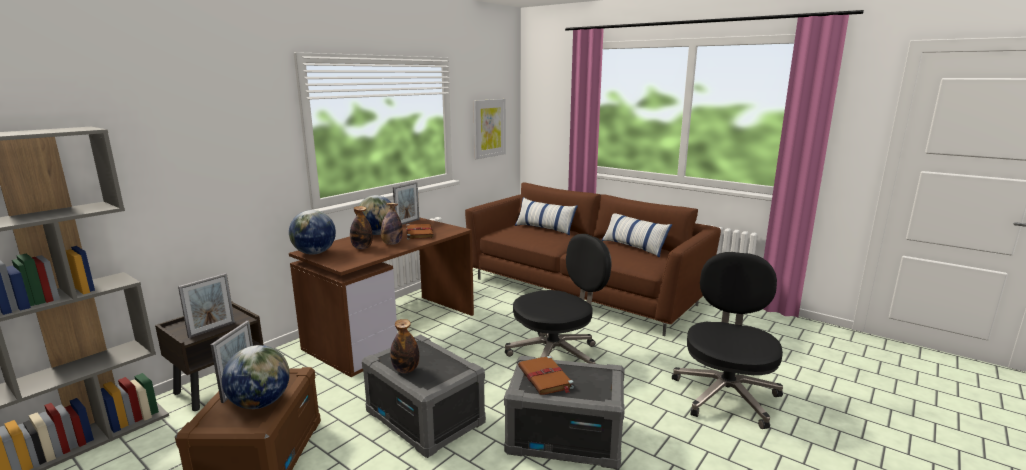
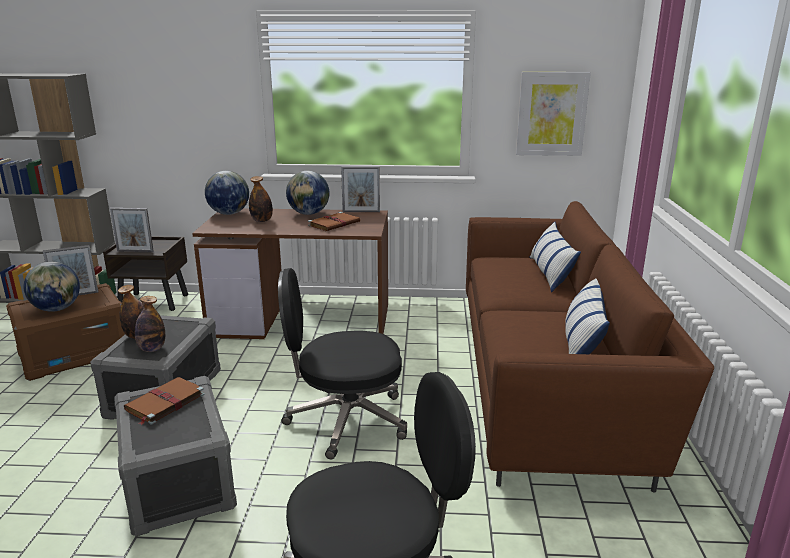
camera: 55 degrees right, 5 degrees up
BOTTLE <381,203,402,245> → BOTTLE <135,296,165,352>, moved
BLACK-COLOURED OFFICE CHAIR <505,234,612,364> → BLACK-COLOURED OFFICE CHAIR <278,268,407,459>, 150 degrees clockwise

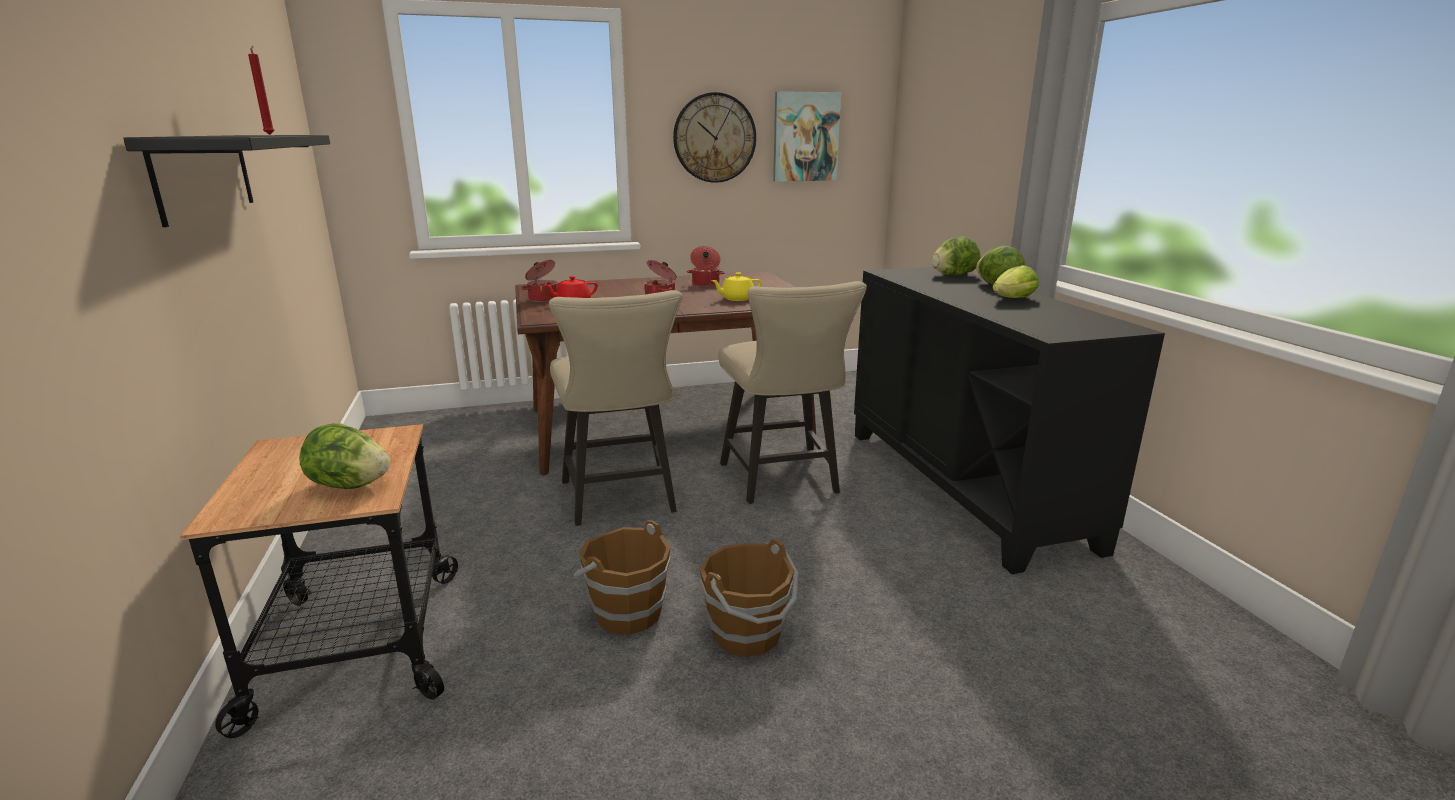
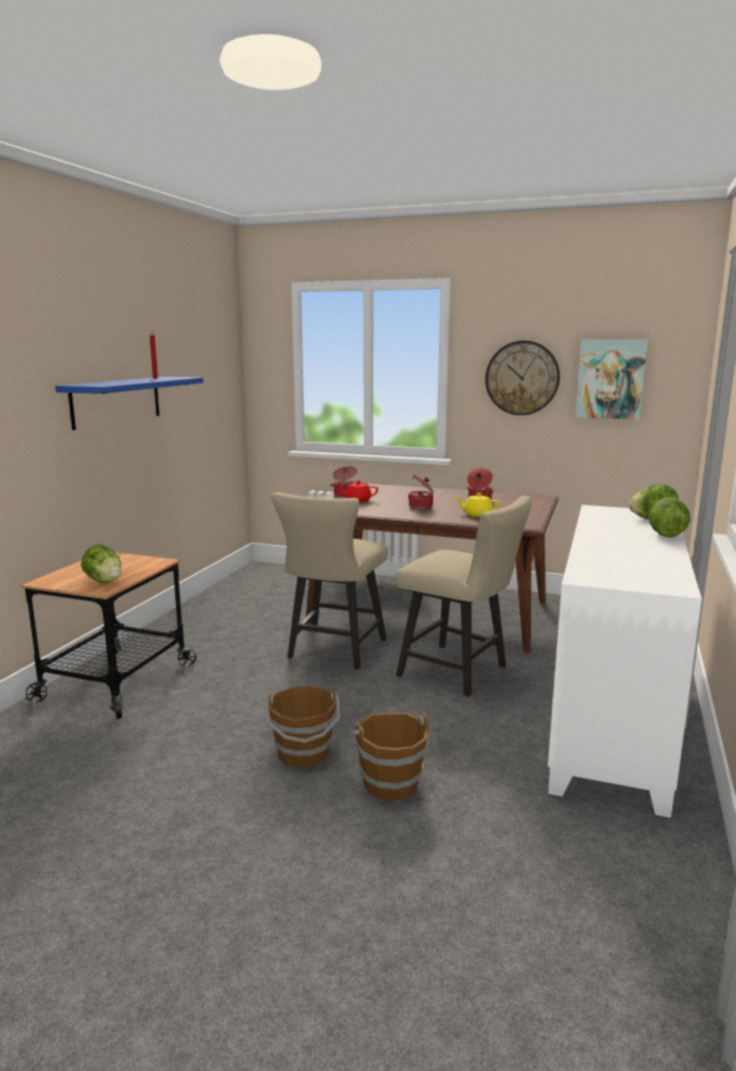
camera: 35 degrees right, 5 degrees down
BLACK-COLOURED BRACKET SHELF <123,135,330,227> → BLUISH BRACKET SHELF <55,377,203,430>
BROWN-COLOURED WATER BUCKET <574,520,671,634> → BROWN-COLOURED WATER BUCKET <349,712,429,801>, moved
SAND-COLOURED CHAIR <719,281,867,504> → SAND-COLOURED CHAIR <396,496,532,697>, 75 degrees counterclockwise
BLACK-COLOURED CABINET <854,267,1165,574> → WHITISH CABINET <548,505,702,818>
HEAD OF LETTUCE <992,265,1039,298> → -

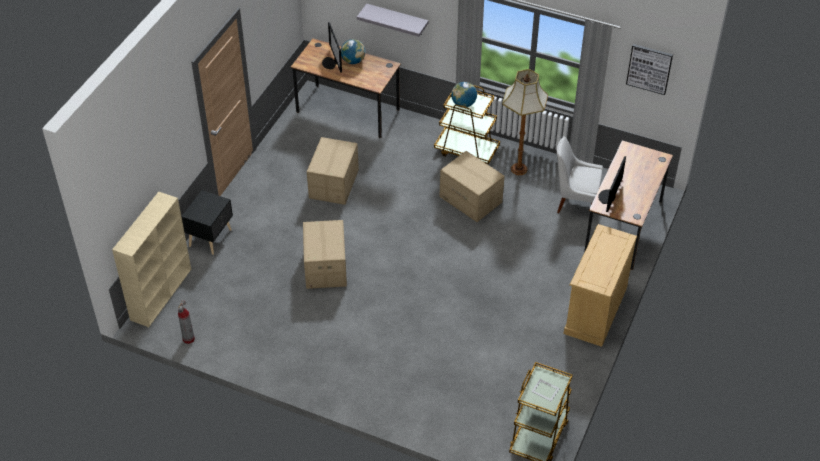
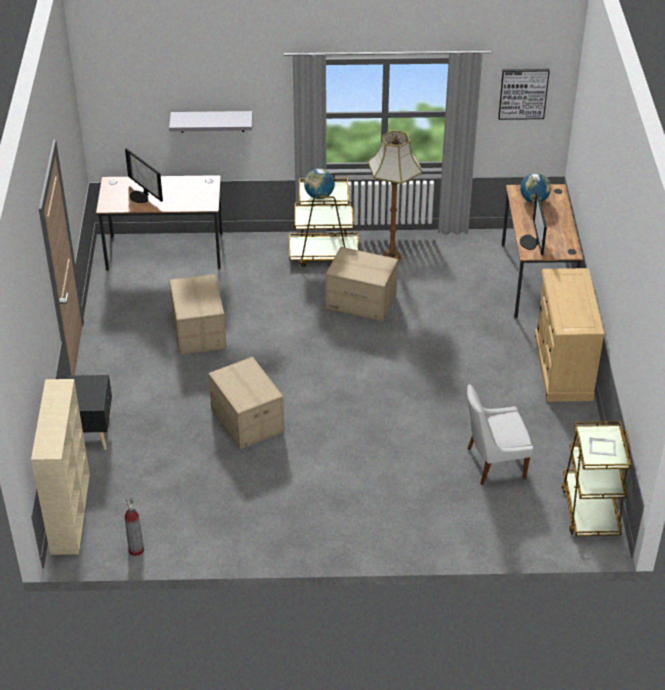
camera: 25 degrees left, 5 degrees down
WORLD GLOBE <341,39,365,64> → WORLD GLOBE <520,173,551,203>, moved
WHITISH CHAIR <557,136,603,213> → WHITISH CHAIR <467,384,533,485>, moved

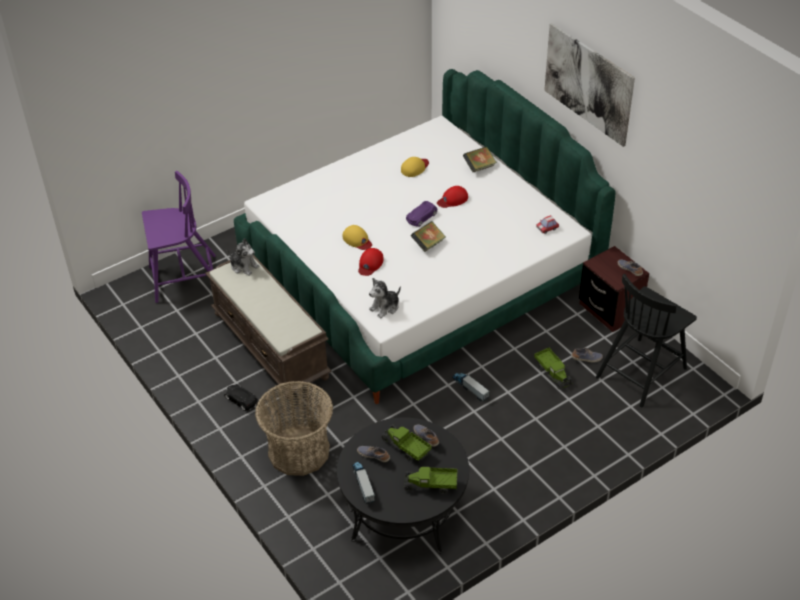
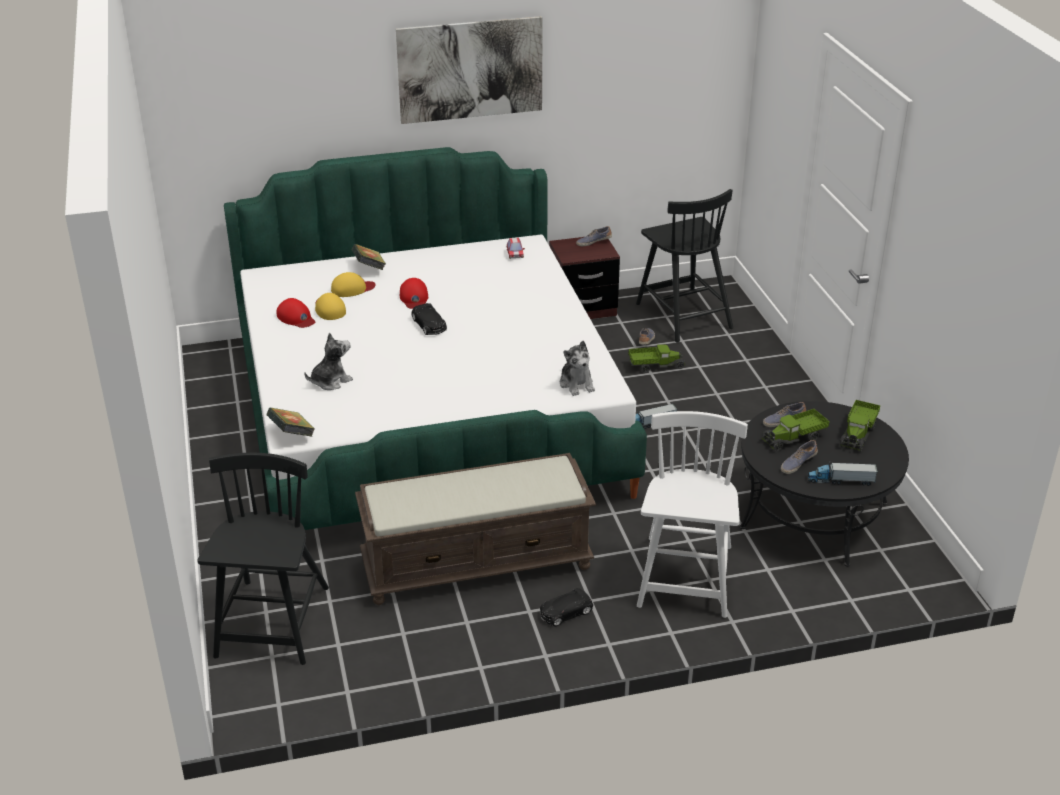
camera: 70 degrees left, 10 degrees down
PURPLISH CHAIR <142,171,216,303> → BLACK-COLOURED CHAIR <197,453,329,665>
CUDDLY TOY <227,238,259,276> → CUDDLY TOY <304,332,353,390>, moved
HOUSEHOLD BASKET <255,381,333,476> → WHITISH CHAIR <637,411,748,618>
YELLOW BASEBALL CAP <343,225,372,250> → YELLOW BASEBALL CAP <331,272,376,297>, moved
RED BASEBALL CAP <358,248,384,276> → RED BASEBALL CAP <276,298,315,328>, moved
PURPLISH MODEL CAR <406,201,437,227> → BLACK-COLOURED MODEL CAR <411,303,447,335>
BOOK <411,221,446,252> → BOOK <267,408,315,437>, moved

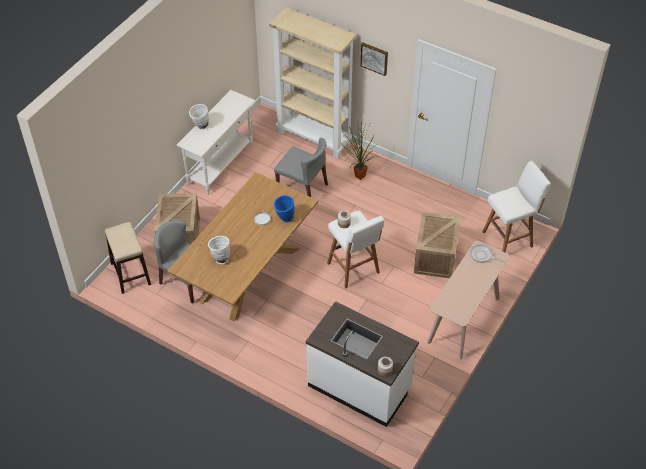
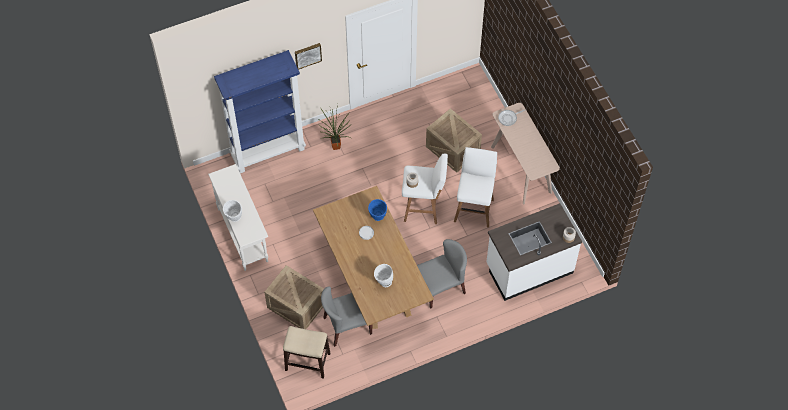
camera: 55 degrees left, 10 degrees up
SAND-COLOURED BOOKCASE <269,7,357,158> → BLUISH BOOKCASE <214,50,306,173>
GREYISH CHAIR <274,138,328,197> → GREYISH CHAIR <417,239,467,309>, moved
WHITISH SITTING STOOL <482,161,551,252> → WHITISH SITTING STOOL <454,147,497,228>, moved

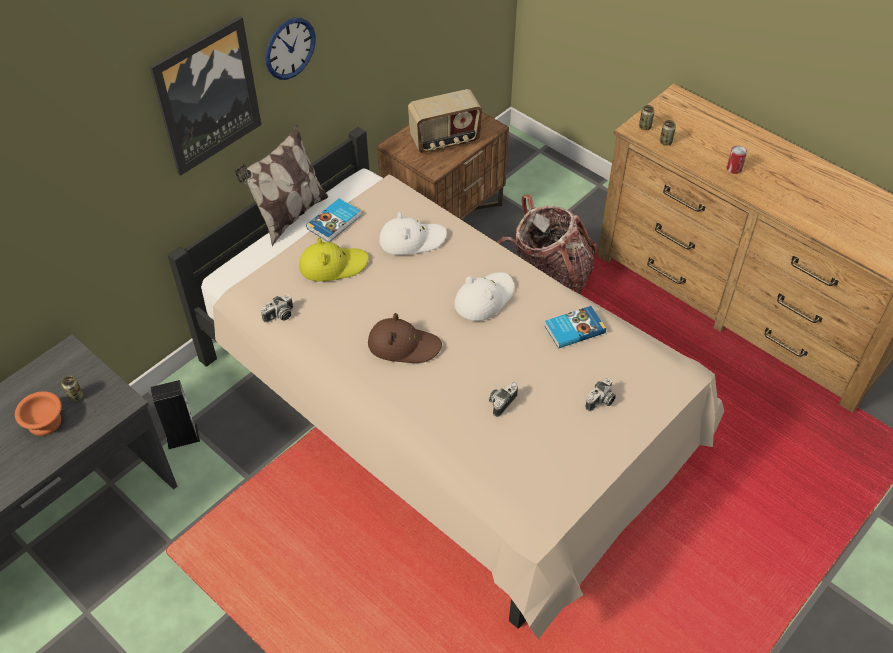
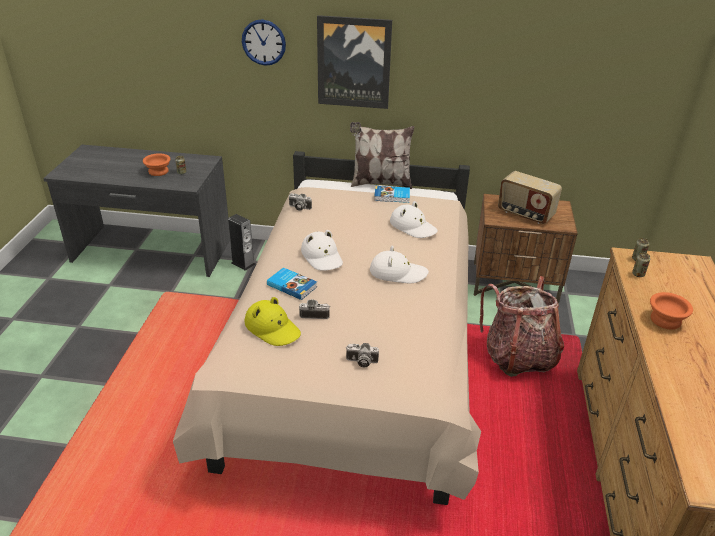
camera: 55 degrees right, 15 degrees down
WALL CLOCK <265,18,316,80> → WALL CLOCK <242,19,286,66>, moved
YELLOW CLOTHING HAT <299,237,369,281> → YELLOW CLOTHING HAT <244,297,301,346>, moved
BROWN-COLOURED CLOTHING HAT <368,313,442,363> → WHITISH CLOTHING HAT <301,230,343,271>
BOOK <544,306,606,349> → BOOK <267,267,317,300>, moved
METAL CAN <727,146,747,174> → ORANGE DEEP DISH <650,292,693,330>

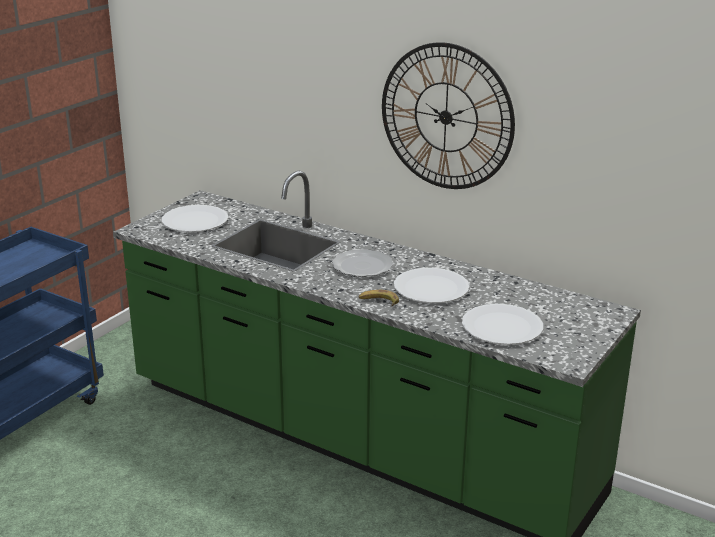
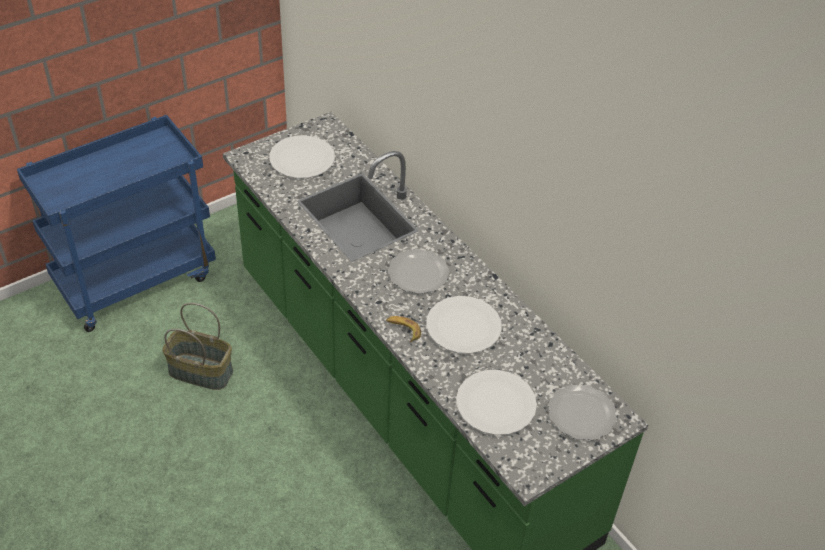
camera: 20 degrees right, 20 degrees up
WALL CLOCK <382,42,515,189> → -
- → HOUSEHOLD BASKET <162,303,233,390>
- → PLATE <548,385,617,440>

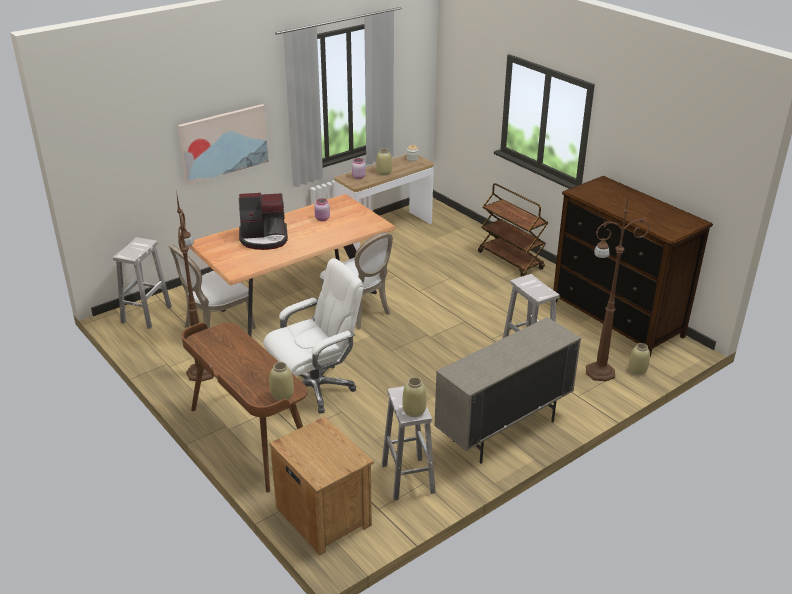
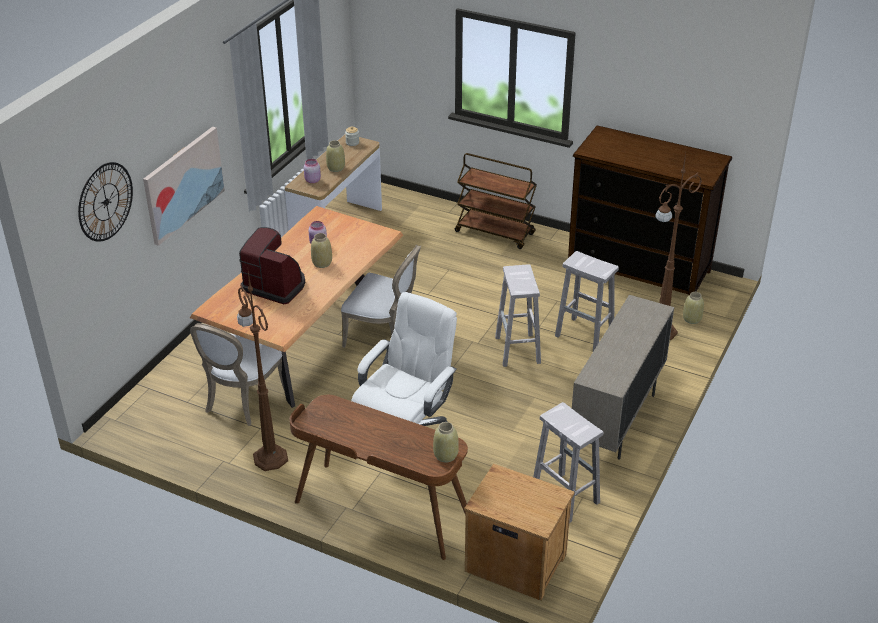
camera: 25 degrees left, 5 degrees up
WHITISH SITTING STOOL <113,237,172,329> → WHITISH SITTING STOOL <495,264,541,367>, moved
COFFEE MACHINE <239,193,288,250> → COFFEE MACHINE <239,227,305,304>, 120 degrees counterclockwise
SAND-COLOURED FLOWER VASE <402,377,427,417> → SAND-COLOURED FLOWER VASE <311,233,332,268>, moved
- → WALL CLOCK <78,162,133,242>

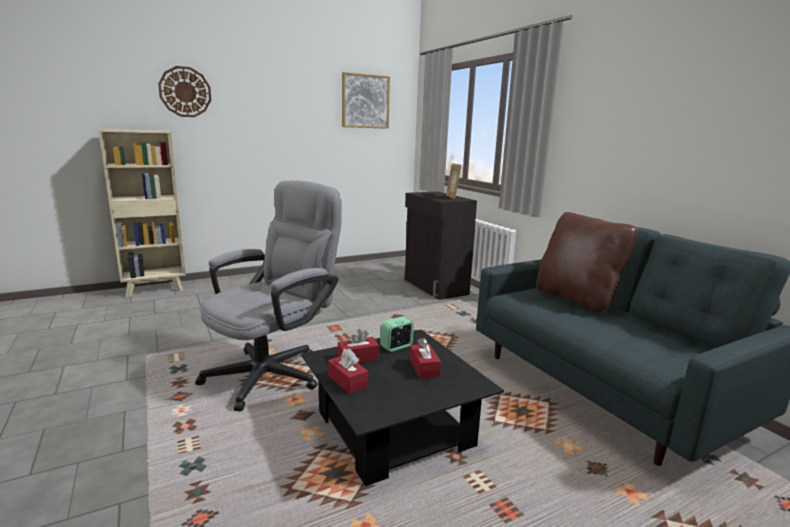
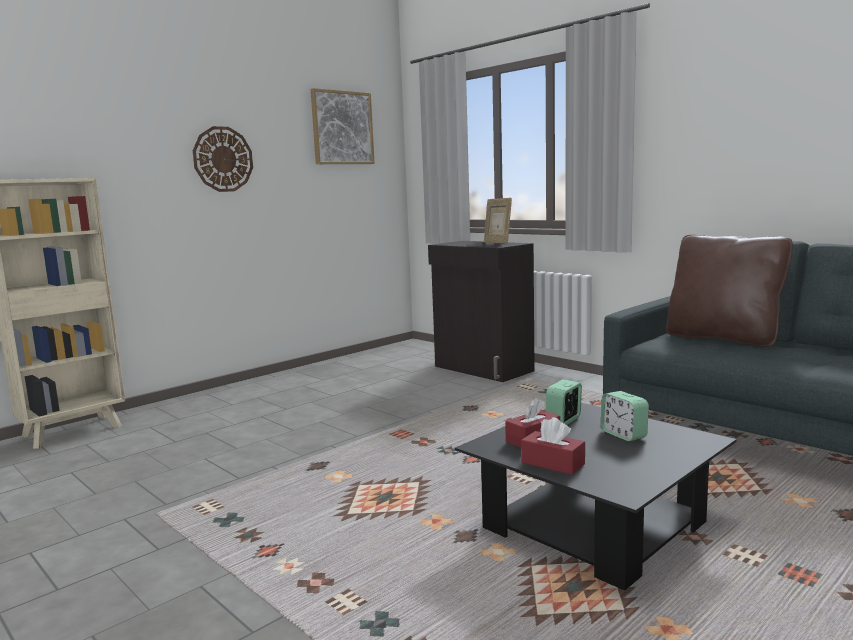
camera: 15 degrees left, 5 degrees down
WALL CLOCK <158,66,211,117> → WALL CLOCK <193,126,253,192>, moved
GREYISH OFFICE CHAIR <195,180,342,411> → -
RED TISSUE BOX <410,337,441,379> → ALARM CLOCK <601,391,649,441>

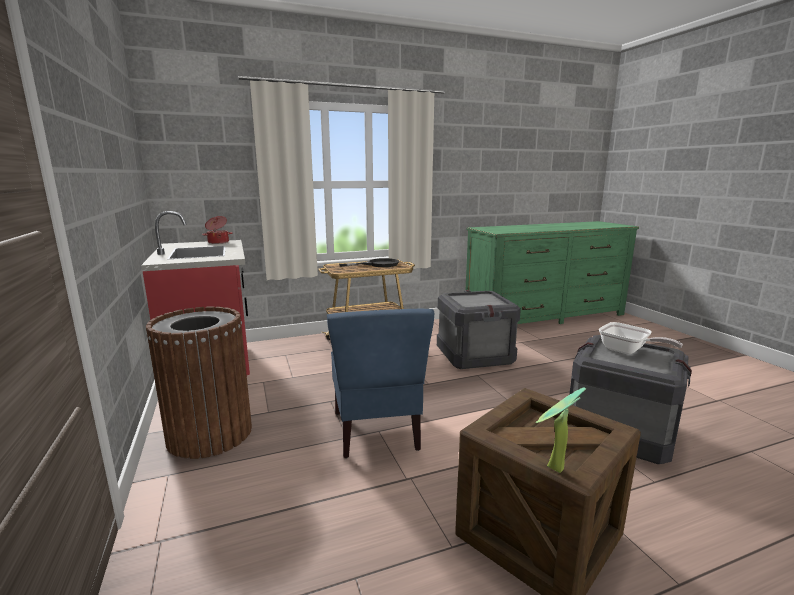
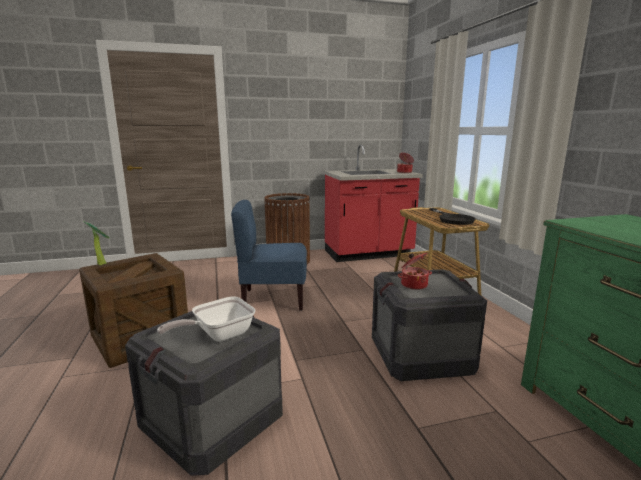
camera: 95 degrees right, 0 degrees up
- → SAUCEPOT <398,253,432,290>

